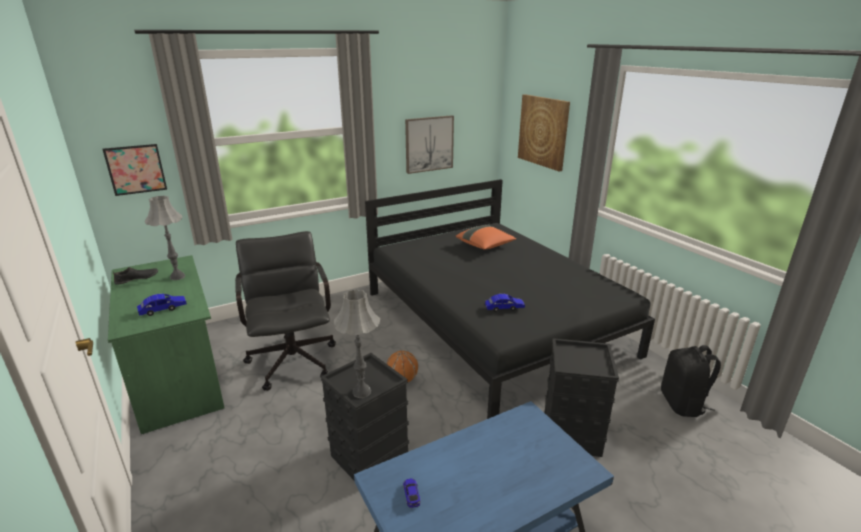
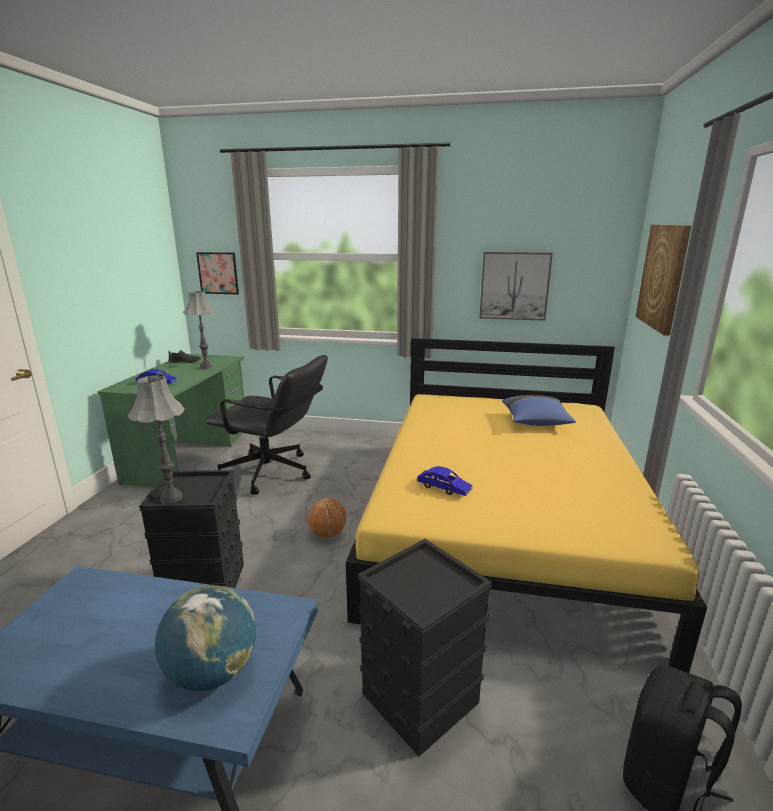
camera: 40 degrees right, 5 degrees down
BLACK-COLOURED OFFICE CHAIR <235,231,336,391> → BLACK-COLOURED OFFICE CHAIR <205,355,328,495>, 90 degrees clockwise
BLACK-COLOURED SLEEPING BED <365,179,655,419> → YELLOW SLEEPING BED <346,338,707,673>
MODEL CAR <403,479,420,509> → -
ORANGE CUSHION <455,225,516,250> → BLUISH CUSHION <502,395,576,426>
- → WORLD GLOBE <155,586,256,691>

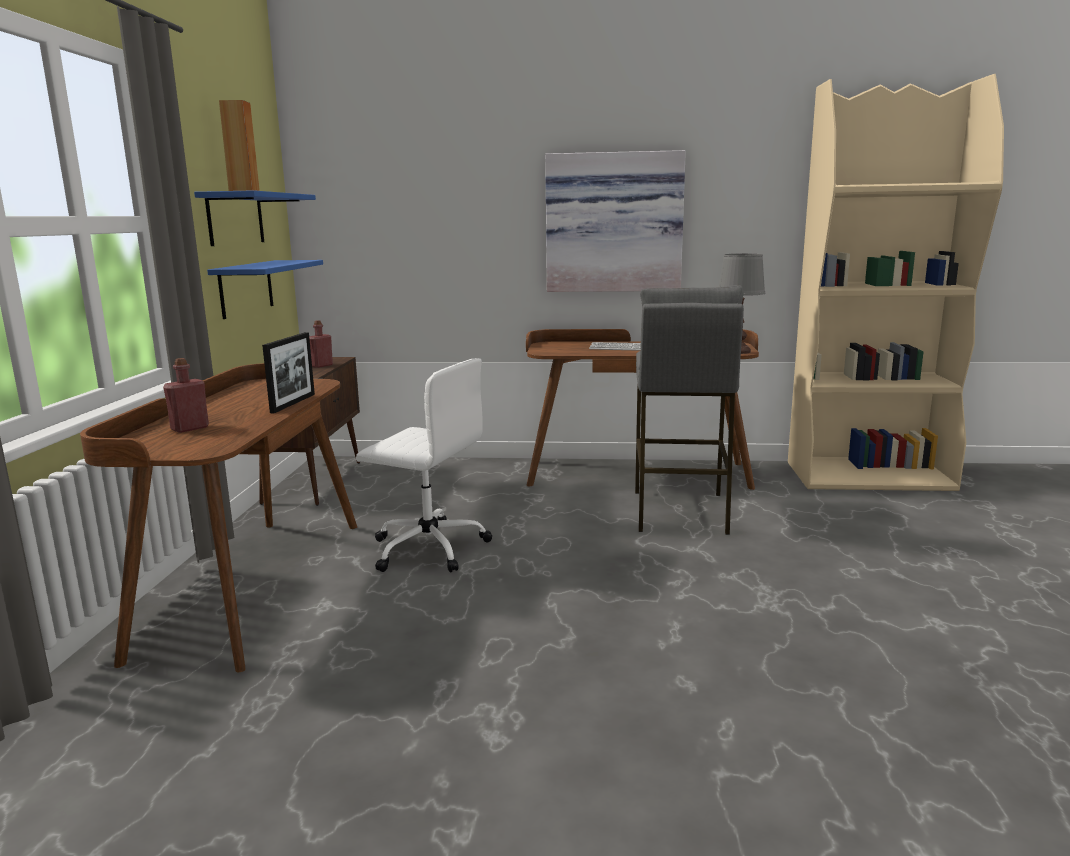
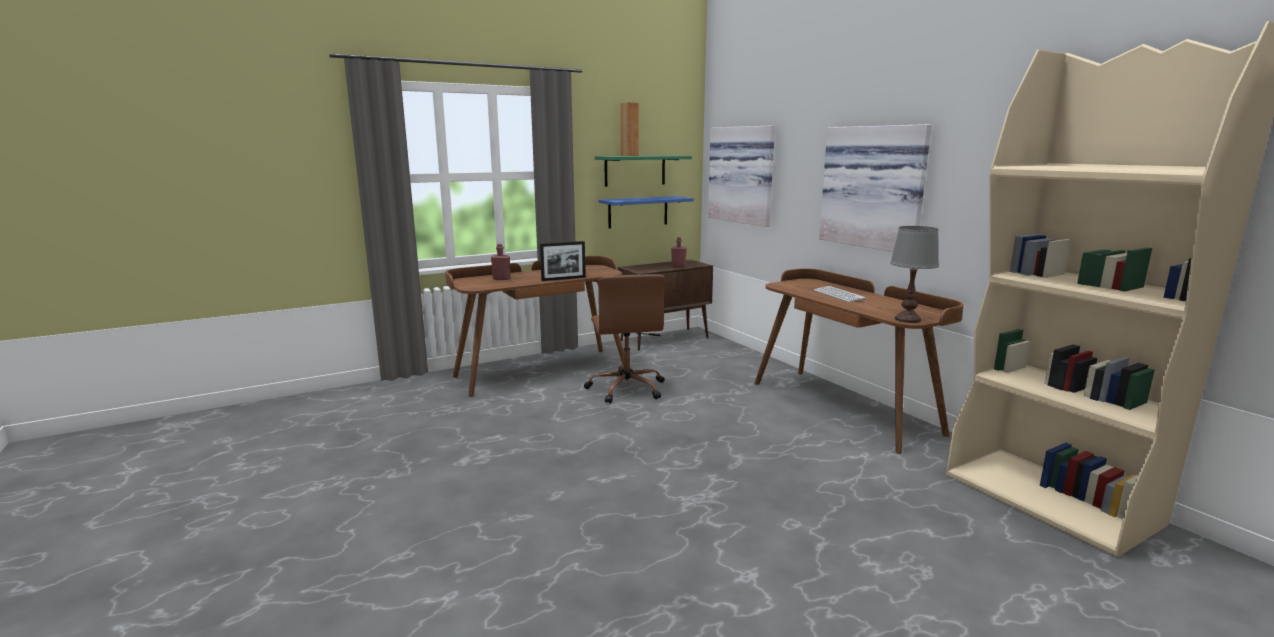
camera: 55 degrees right, 0 degrees up
BLUISH BRACKET SHELF <194,190,316,246> → GREEN BRACKET SHELF <594,155,692,187>
WHITISH OFFICE CHAIR <356,358,492,573> → BROWN-COLOURED OFFICE CHAIR <584,274,665,403>
GREYISH SITTING STOOL <635,285,744,535> → -
- → WALL ART <708,125,775,227>

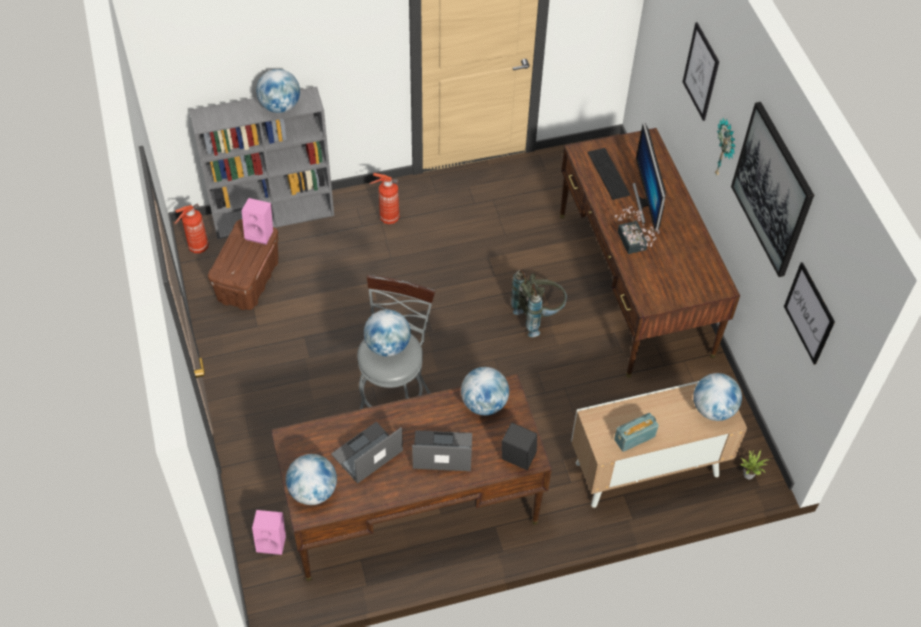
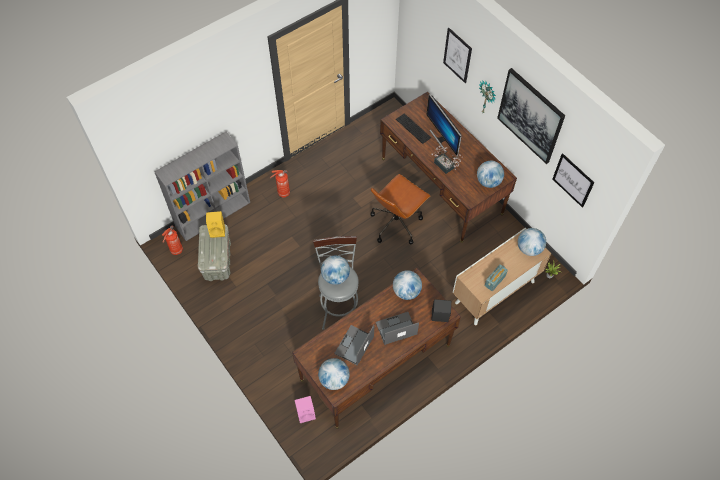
camera: 20 degrees left, 5 degrees up
BROWN-COLOURED STORAGE BIN <208,219,279,310> → GREYISH STORAGE BIN <197,224,231,281>
PINK-COLOURED SPEAKER <241,198,273,245> → YELLOW SPEAKER <206,211,225,238>
WORLD GLOBE <256,69,300,113> → WORLD GLOBE <477,161,504,188>, moved
GREYISH RUCKSACK <511,270,567,337> → BROWN-COLOURED OFFICE CHAIR <370,174,431,244>

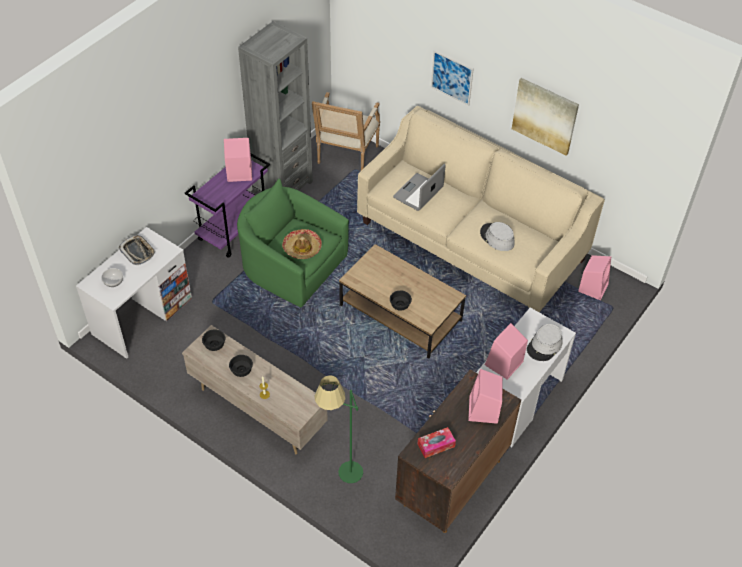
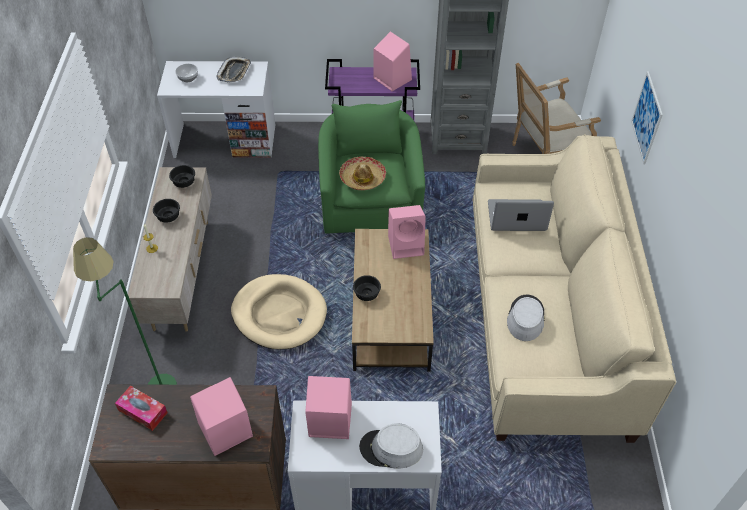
camera: 55 degrees right, 0 degrees up
WALL ART <512,78,579,156> → -
PINK-COLOURED SPEAKER <578,255,611,300> → PINK-COLOURED SPEAKER <388,205,426,259>, moved
- → SAND-COLOURED PET BED <231,274,327,350>

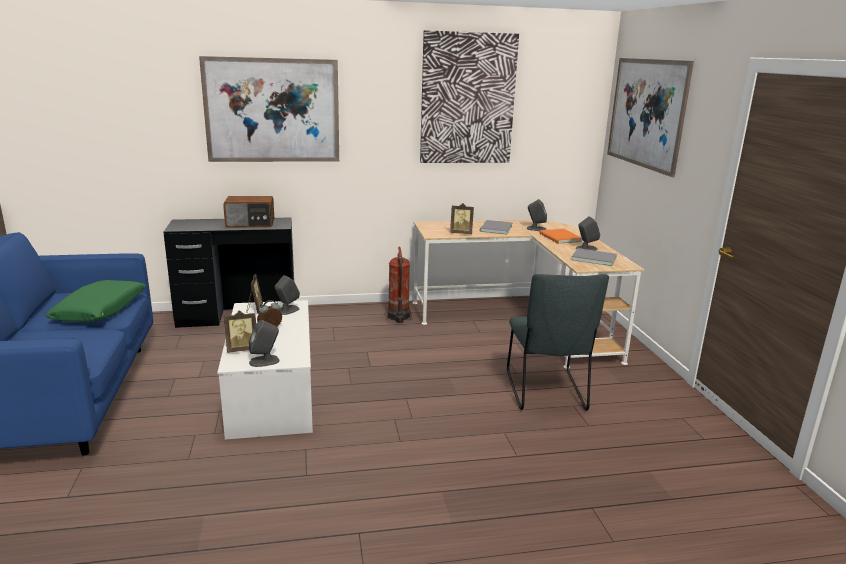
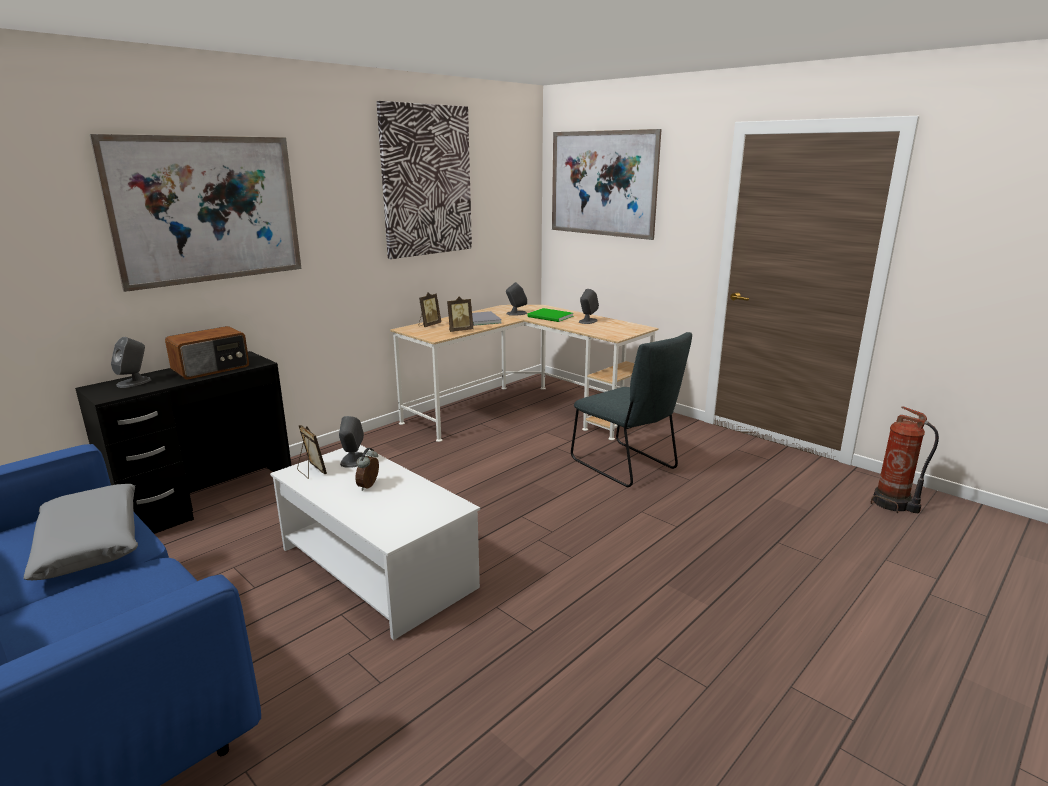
camera: 35 degrees left, 0 degrees up
GREEN CUSHION <45,280,146,322> → GREYISH CUSHION <23,484,138,580>
STANDING FRAME <224,311,256,353> → STANDING FRAME <419,292,441,327>, moved
GREYISH SPEAKER <249,320,279,367> → GREYISH SPEAKER <111,337,151,388>, moved
FIRE-FIGHTING CYLINDER <386,247,412,323> → FIRE-FIGHTING CYLINDER <871,406,939,513>, moved
ORANGE BOOK <539,229,583,244> → GREEN BOOK <527,308,573,322>
GREYISH BOOK <572,248,617,266> → -

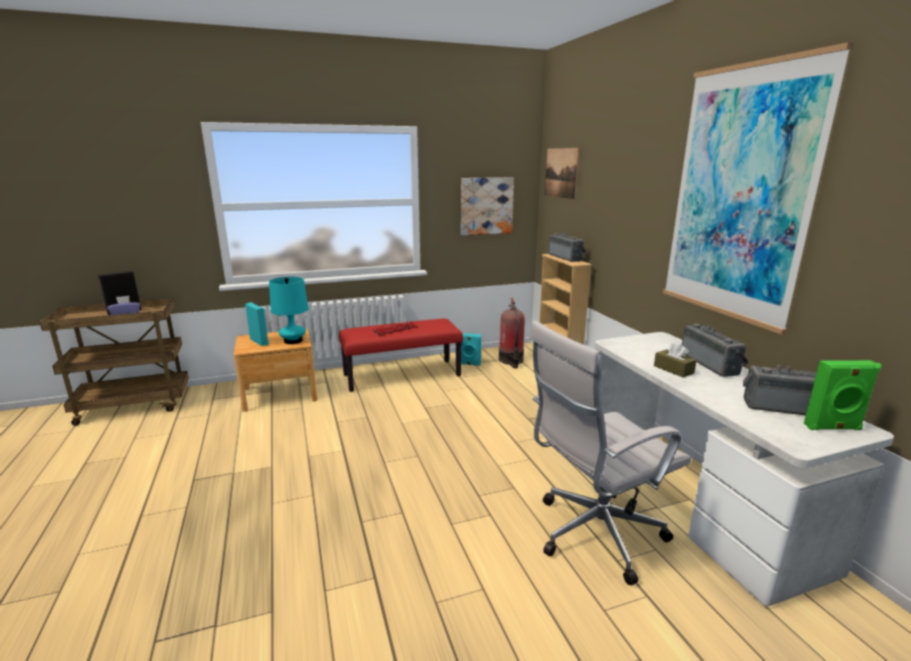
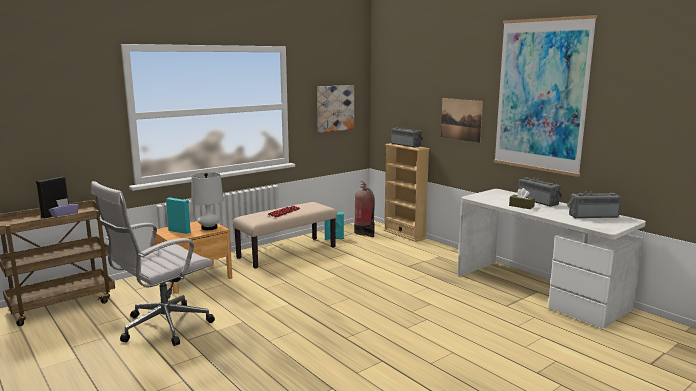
camera: 20 degrees left, 5 degrees down
TURQUOISE-COLOURED TABLETOP LAMP <269,277,309,344> → WHITISH TABLETOP LAMP <191,172,224,230>
RED LONG SEAT <339,319,463,392> → SAND-COLOURED LONG SEAT <233,202,337,269>
WHITISH OFFICE CHAIR <529,320,691,586> → WHITISH OFFICE CHAIR <91,181,215,346>, moved
WALL ART <545,148,579,200> → WALL ART <441,98,483,143>, moved
GREEN SPEAKER <804,360,881,430> → -

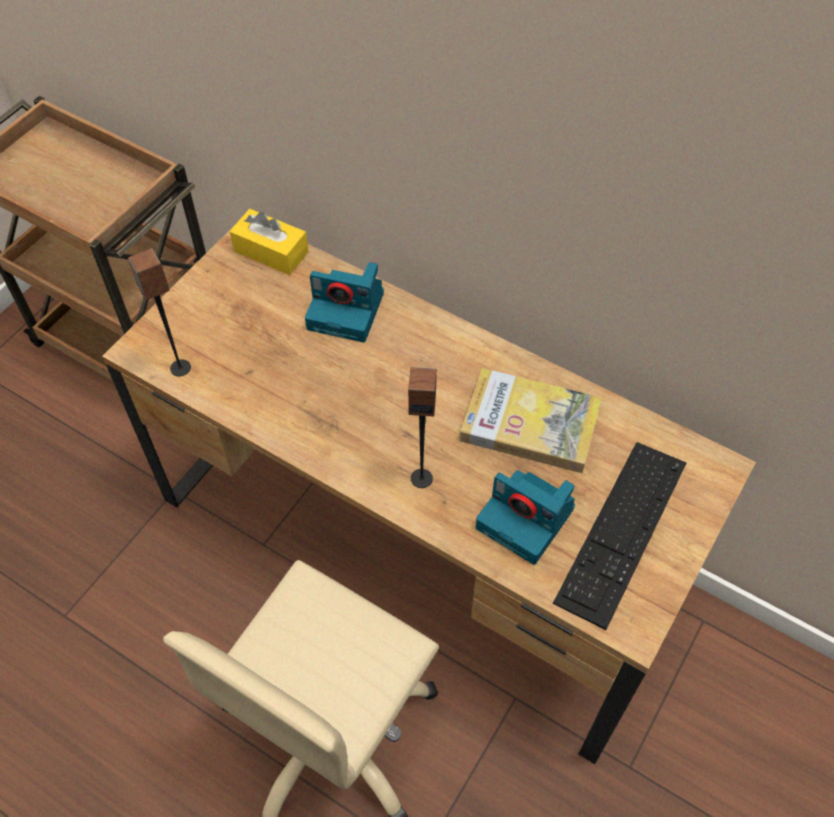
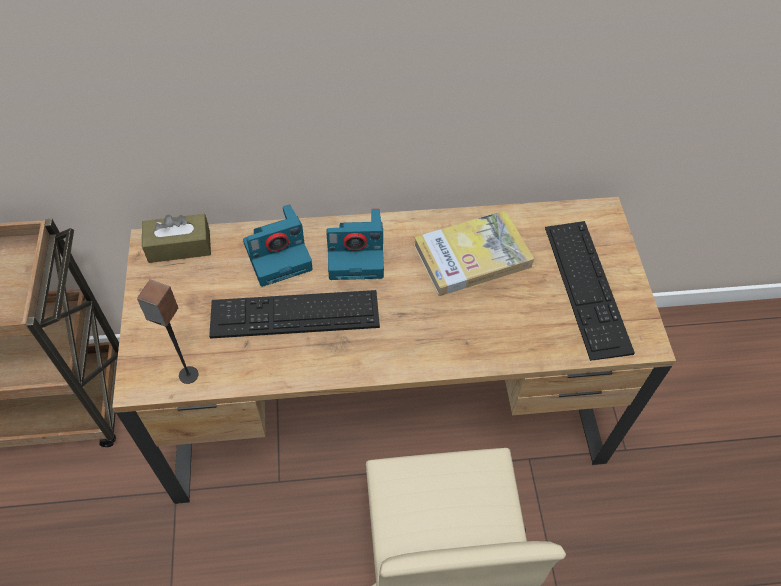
camera: 40 degrees left, 0 degrees up
YELLOW TISSUE BOX <230,209,309,275> → BROWN-COLOURED TISSUE BOX <142,214,211,263>
SPEAKER <408,367,437,488> → -
PHOTO CAMERA <476,470,575,565> → PHOTO CAMERA <326,209,384,280>, moved
- → KEYBOARD <209,290,380,339>

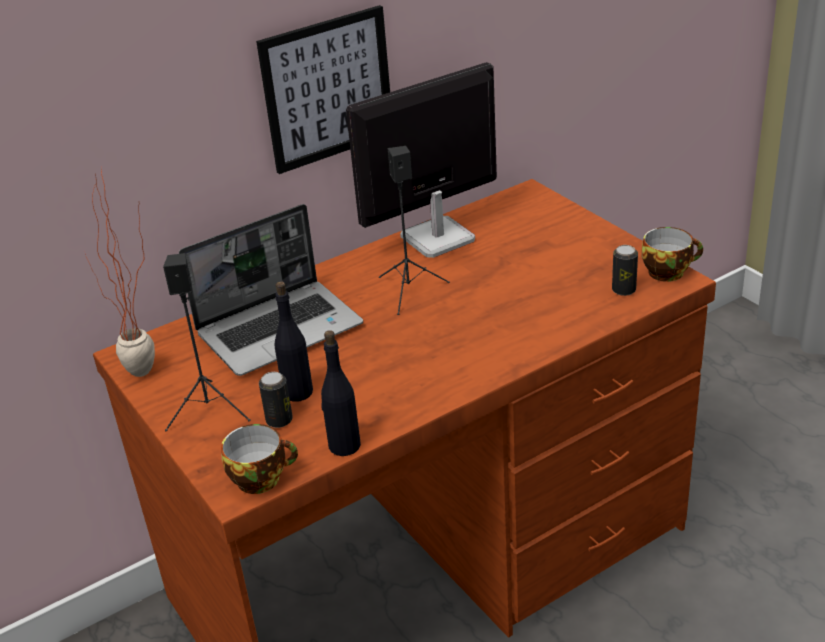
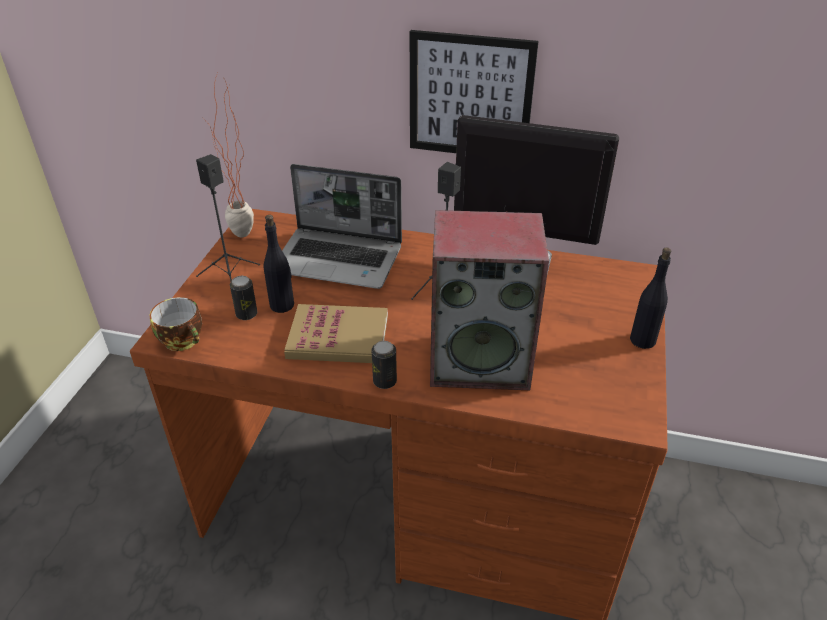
camera: 45 degrees right, 5 degrees up
BLACK-COLOURED BOTTLE <321,330,361,456> → BLACK-COLOURED BOTTLE <630,247,671,349>, moved
METAL CAN <612,245,638,296> → METAL CAN <372,341,397,389>, moved
SMALL CUP <642,227,703,282> → -
- → BOOK <284,304,388,363>
- → SPEAKER <430,210,549,390>

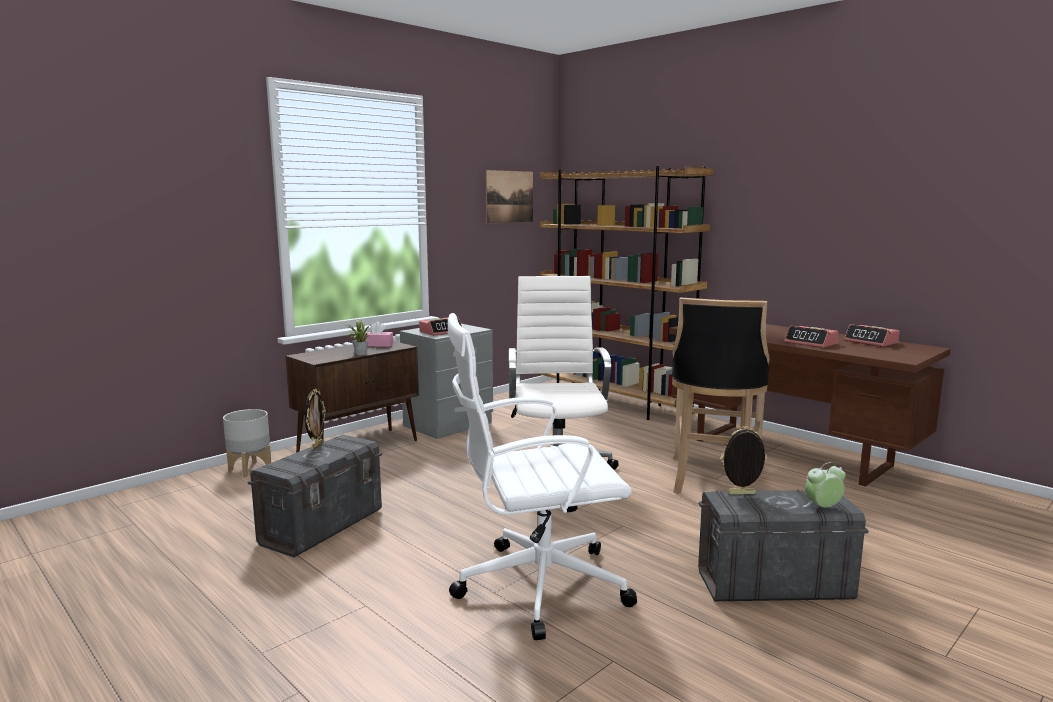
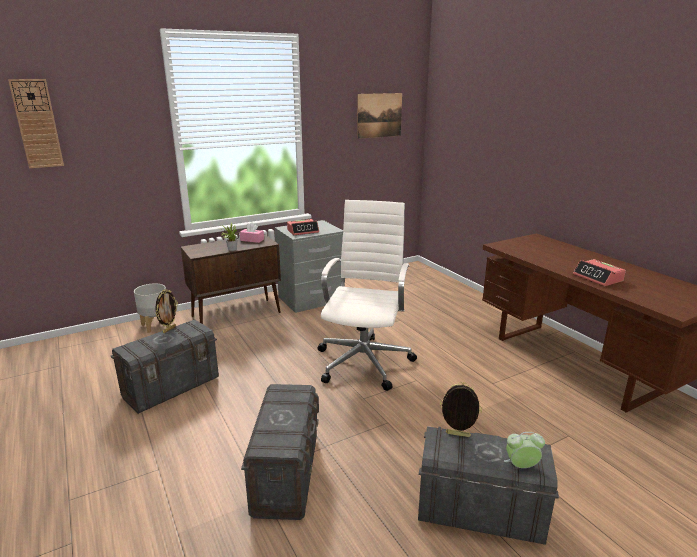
camera: 15 degrees right, 10 degrees up
WHITISH OFFICE CHAIR <448,313,637,640> → GREYISH STORAGE BIN <241,384,319,520>
BROWN-COLOURED BOOKCASE <539,166,714,420> → -
BLACK-COLOURED SITTING STOOL <672,298,770,494> → -
ALARM CLOCK <844,324,900,347> → -
- → WALL CLOCK <8,79,64,168>

